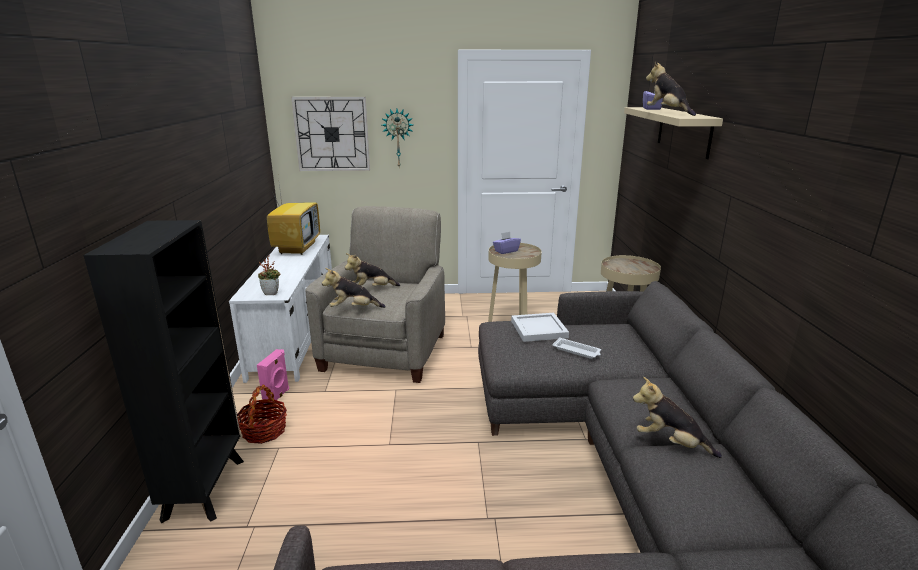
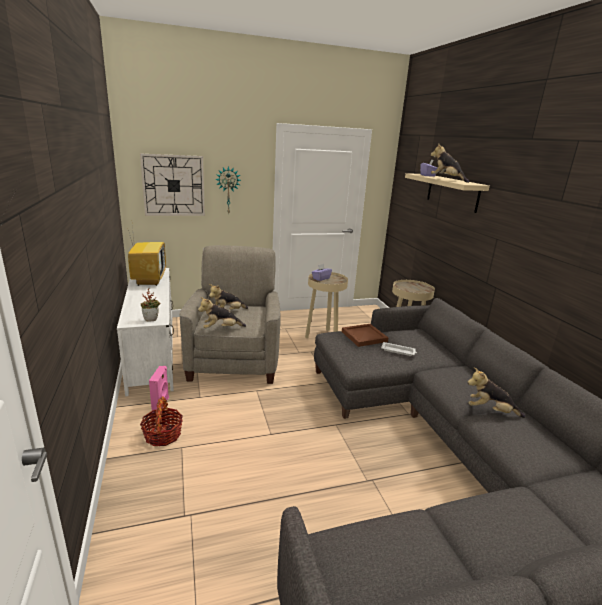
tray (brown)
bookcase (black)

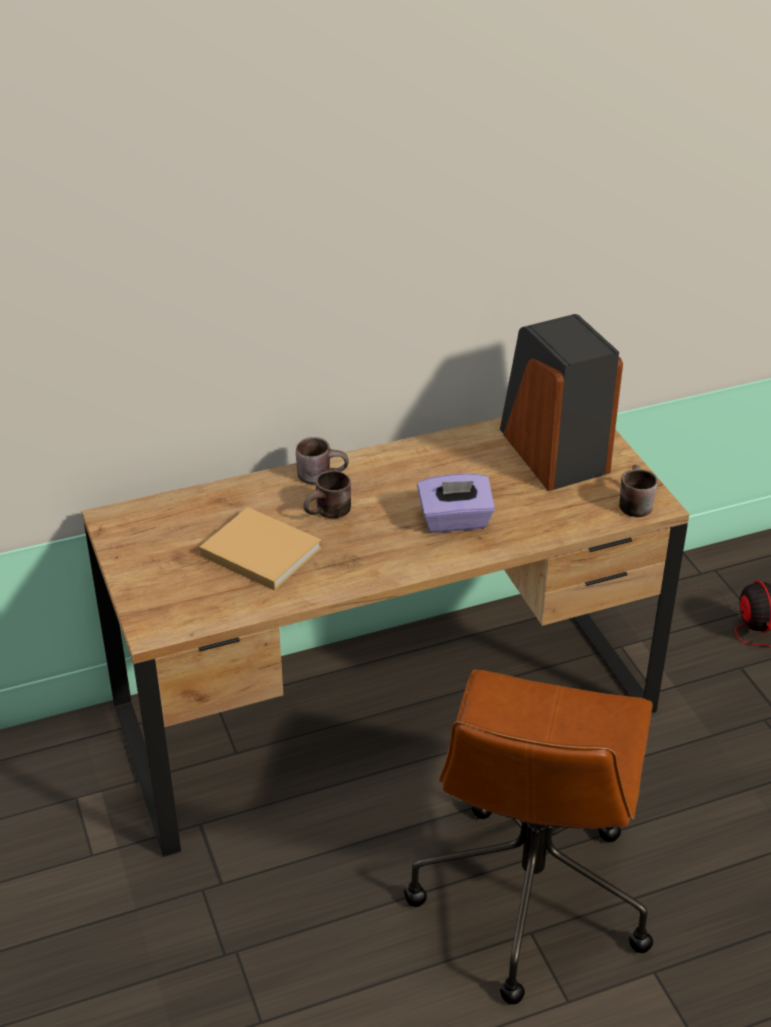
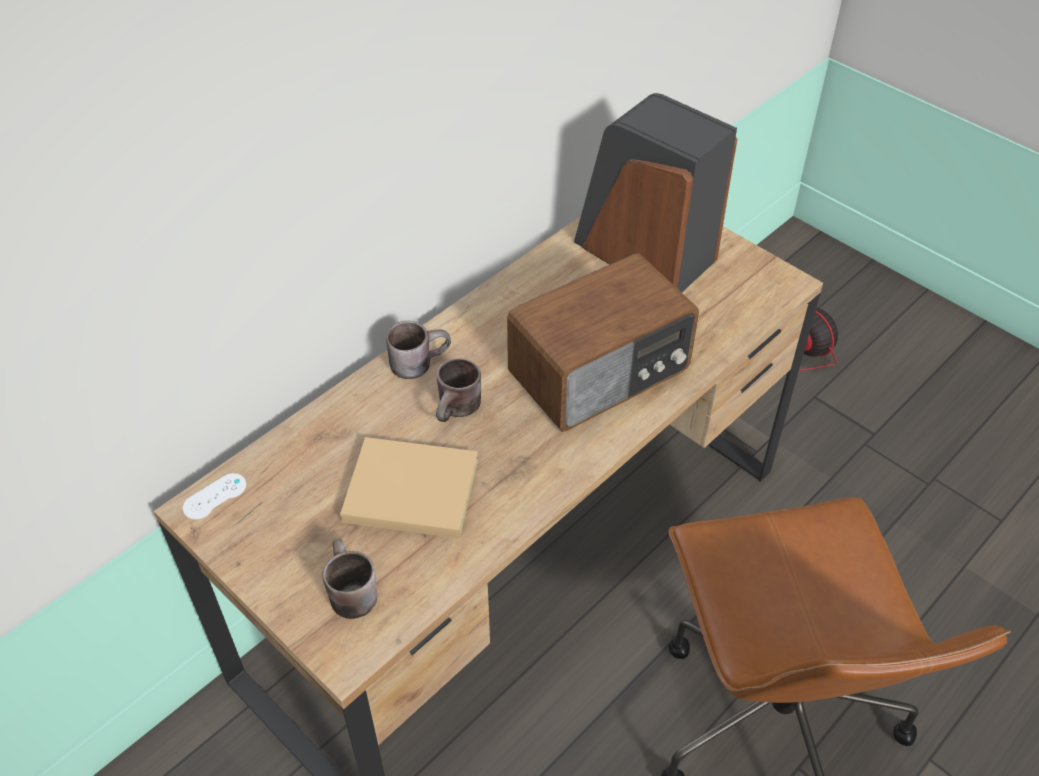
game controller (white)
mug (brown) (1st from left)
radio

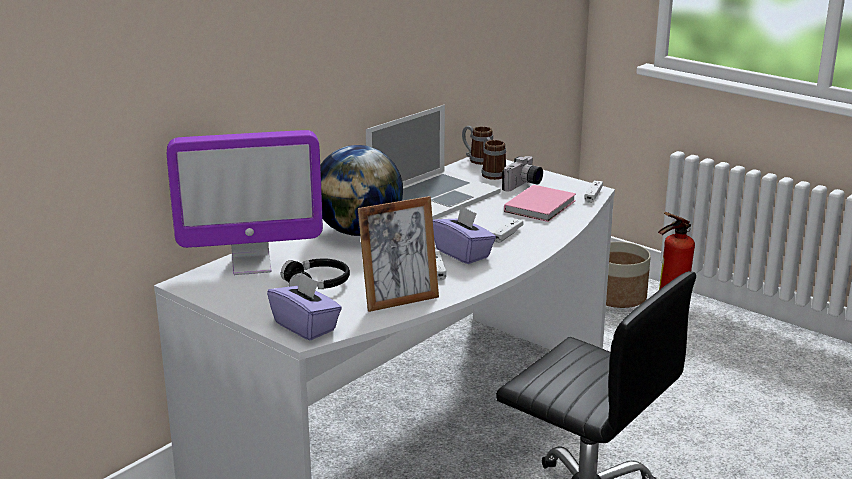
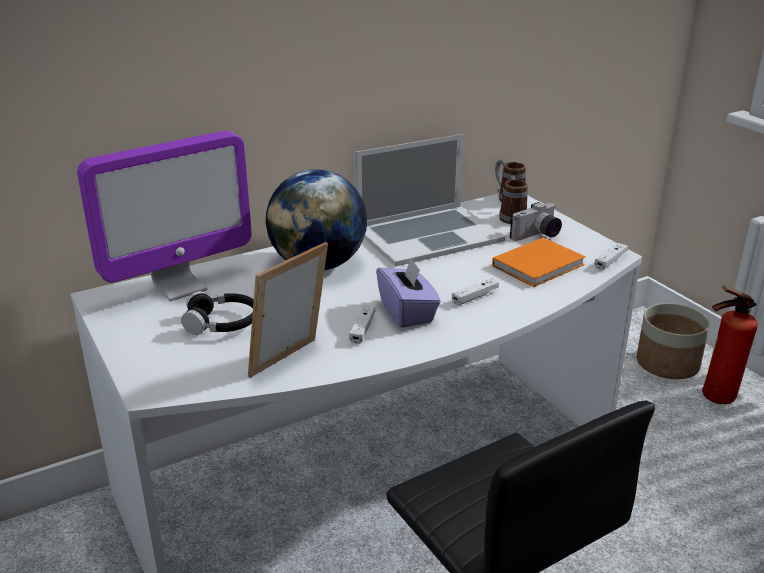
monitor
picture frame
book (orange)
tissue box (purple) (1st from left in the first image)

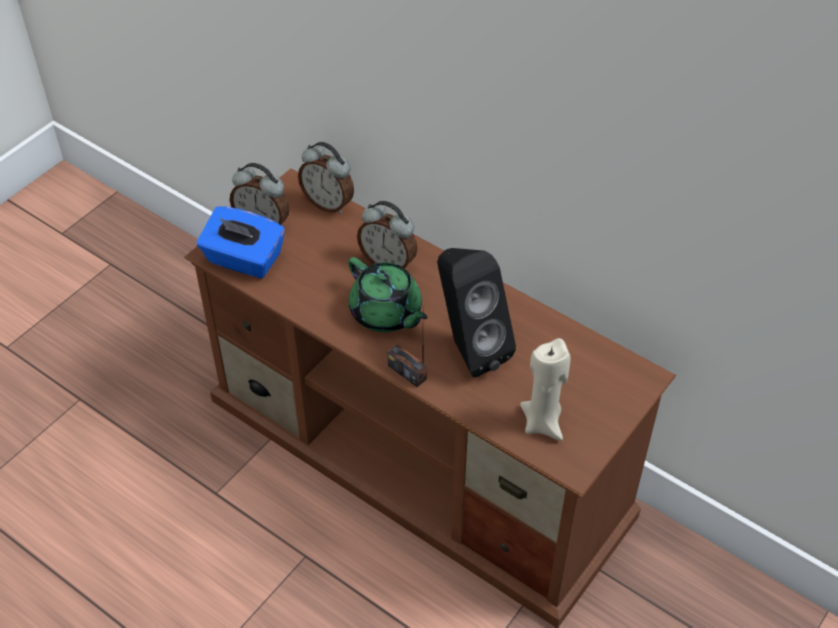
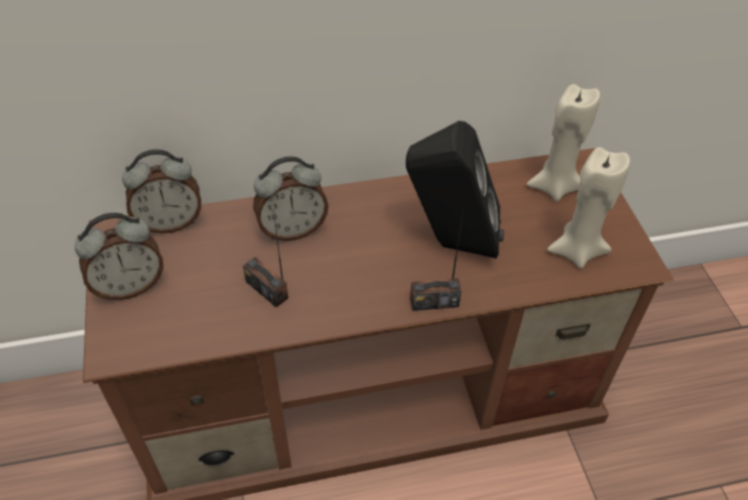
radio (1st from left)
candle (beige) (1st from left)
tissue box (blue)
teapot (green)

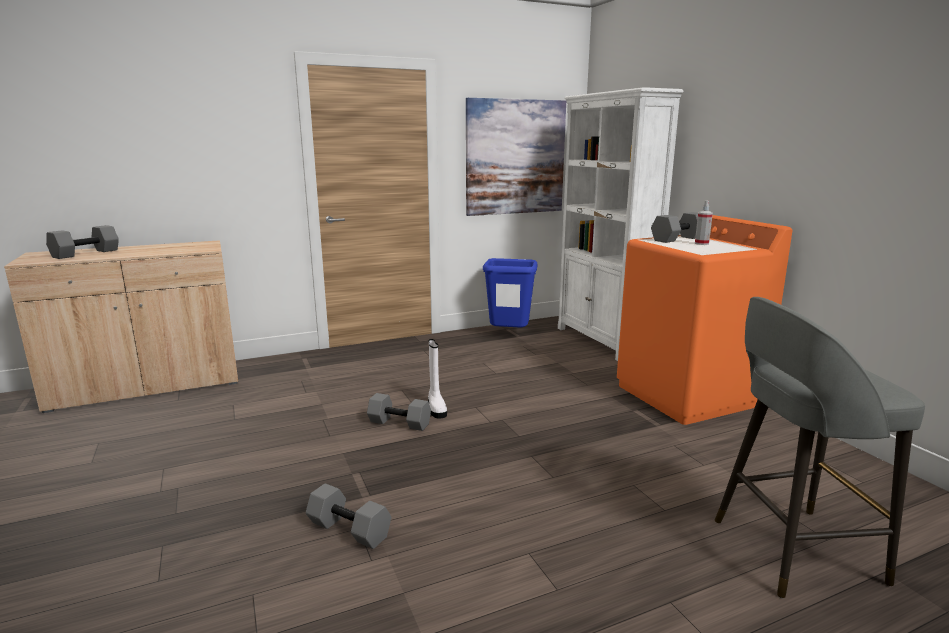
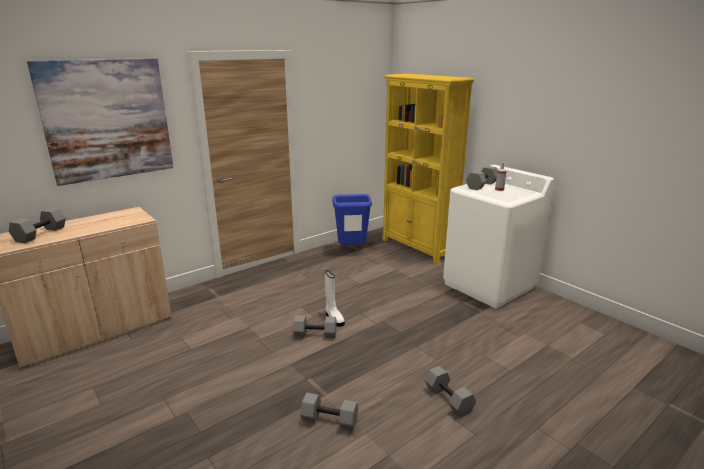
picture
bookcase (yellow)
dumbbell (grey) (4th from left)
washing machine (white)
stool (grey)

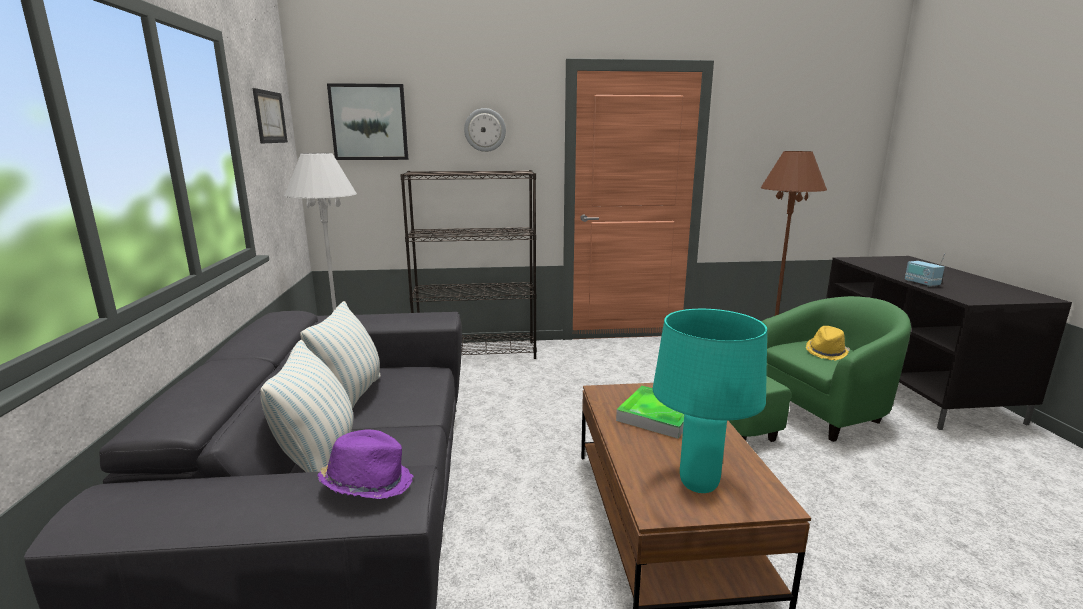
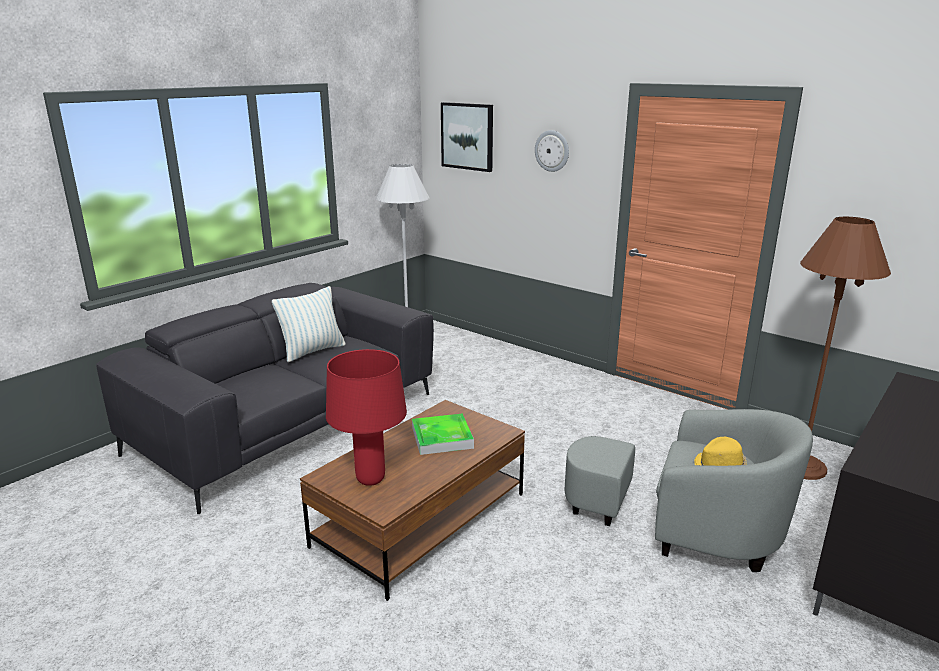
table lamp (red)
armchair (grey)
picture (1st from left in the first image)
pillow (1st from left in the first image)
hat (purple)
bookcase (black)
radio

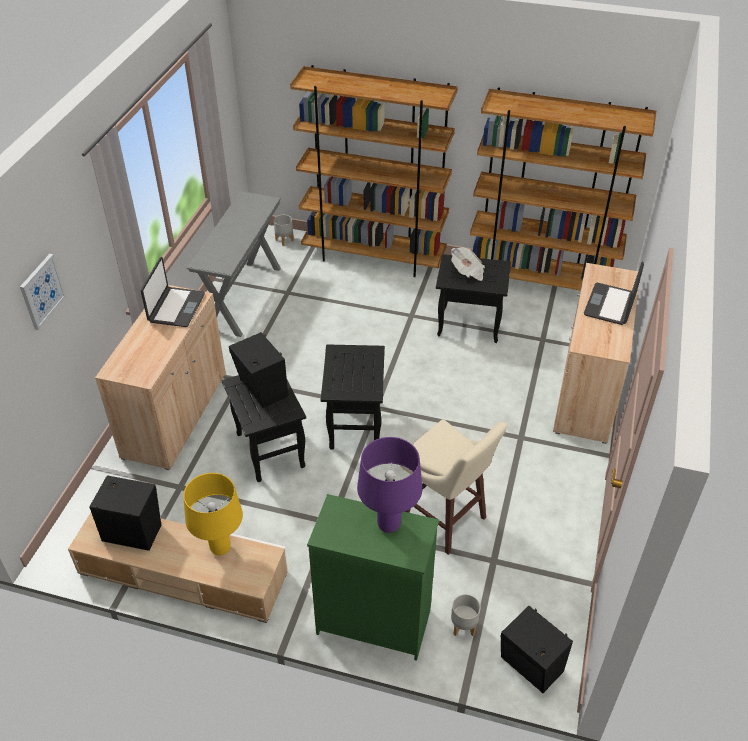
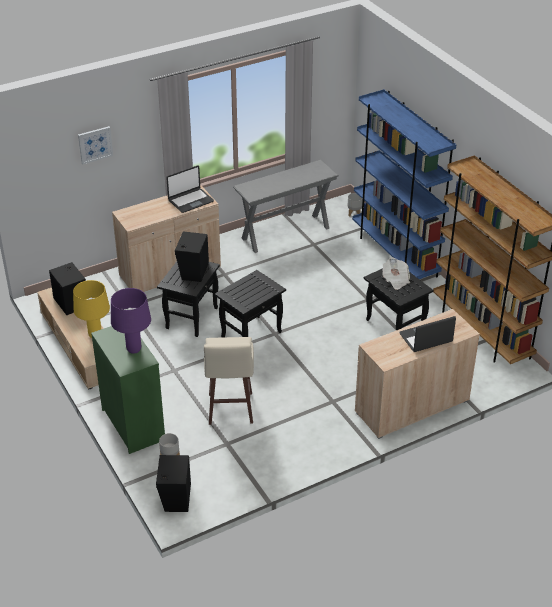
bookcase (blue)

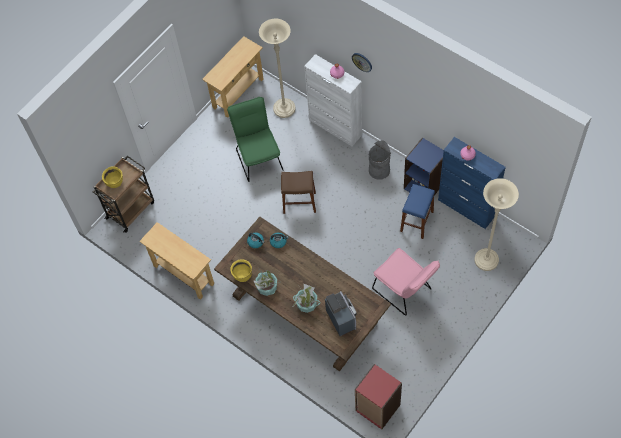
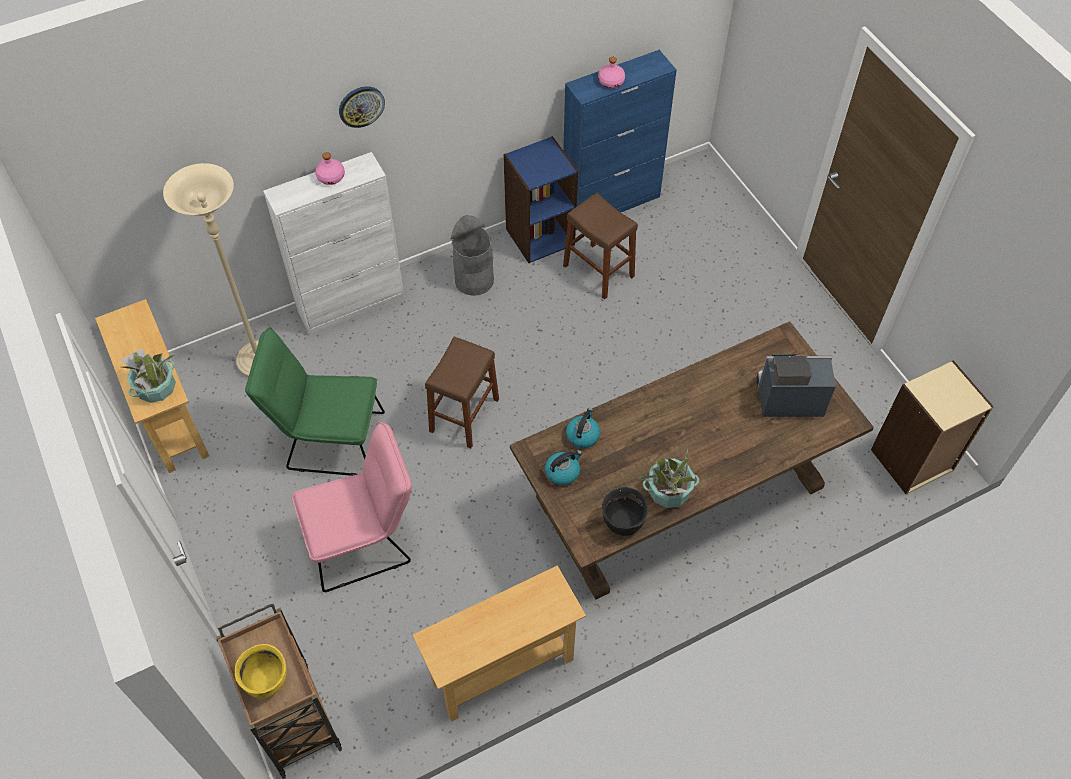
potted plant (1st from left)
chair (pink)
stool (brown) (2nd from left)
cooking pot (black)
bookcase (beige)
floor lamp (beige) (2nd from left in the first image)

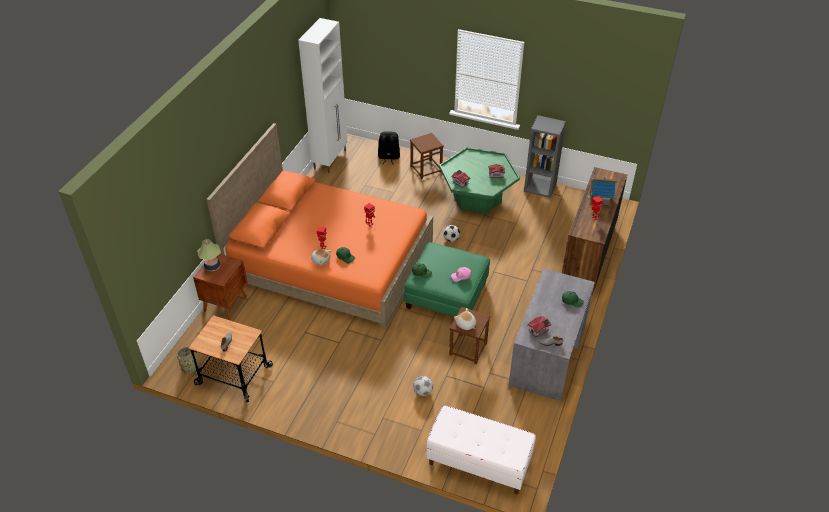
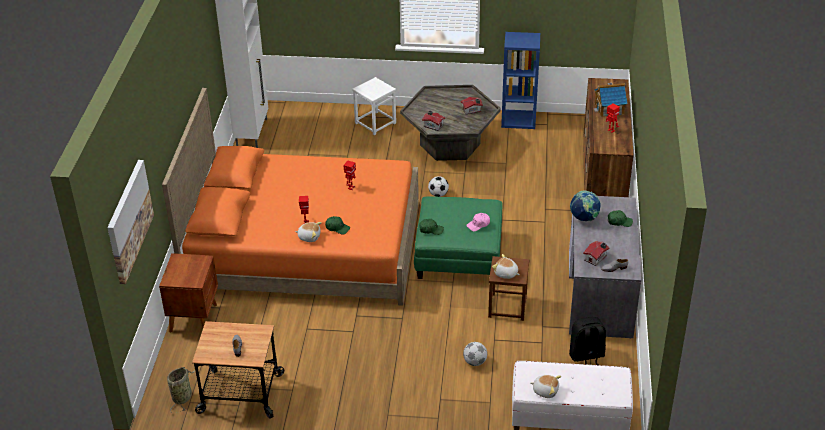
picture
stool (white)
coffee table (grey)
bookcase (blue)
plush toy (3rd from left)
backpack (black)
globe
table lamp

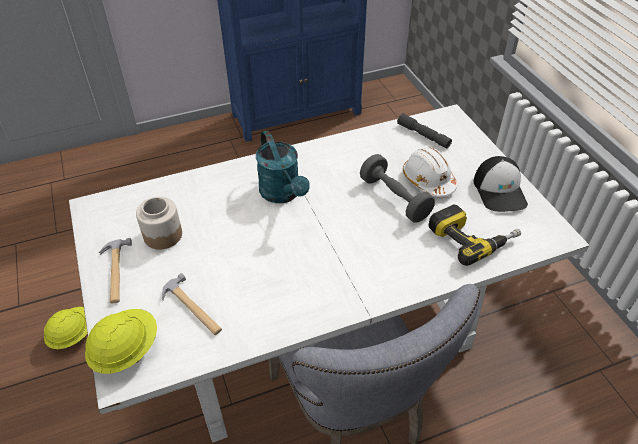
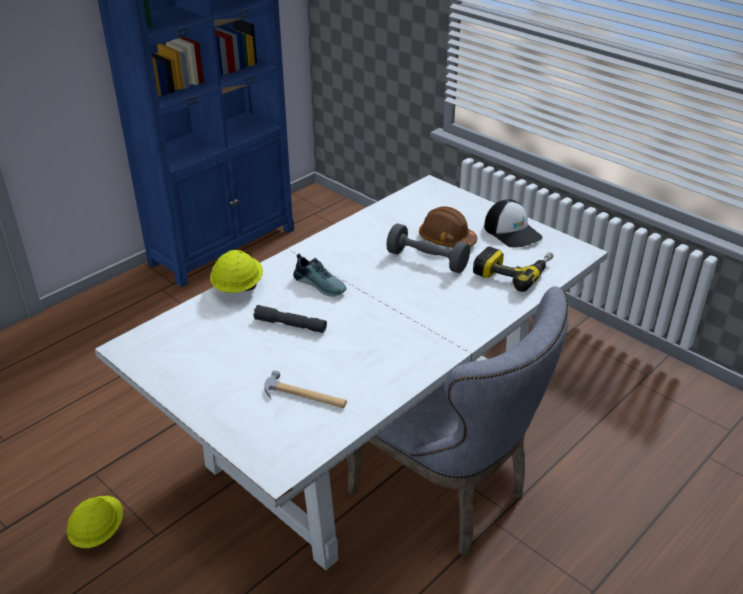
hard hat (yellow) (2nd from left)
flashlight (grey)
shoe
hard hat (brown)
hammer (1st from left in the first image)
jar

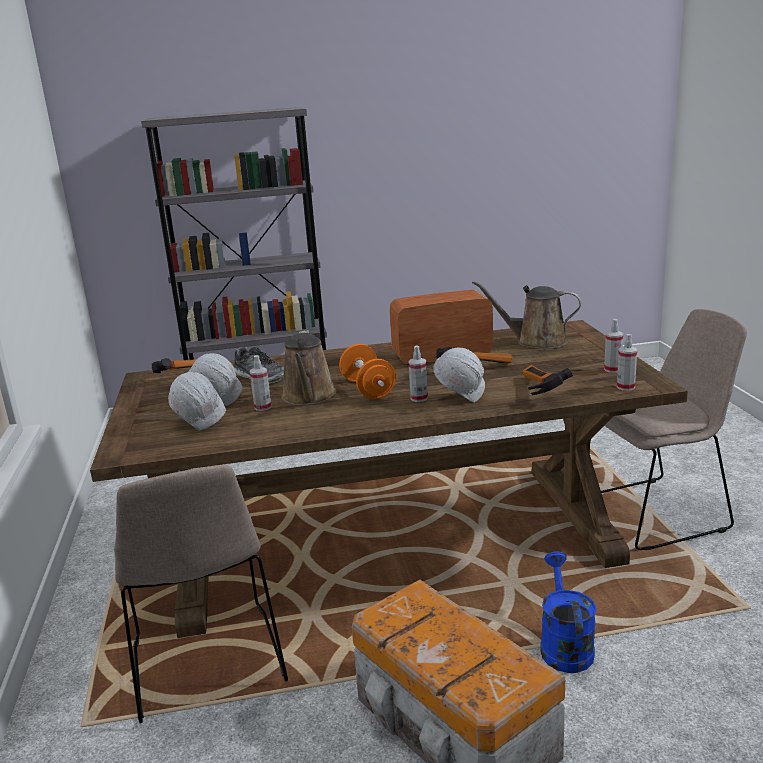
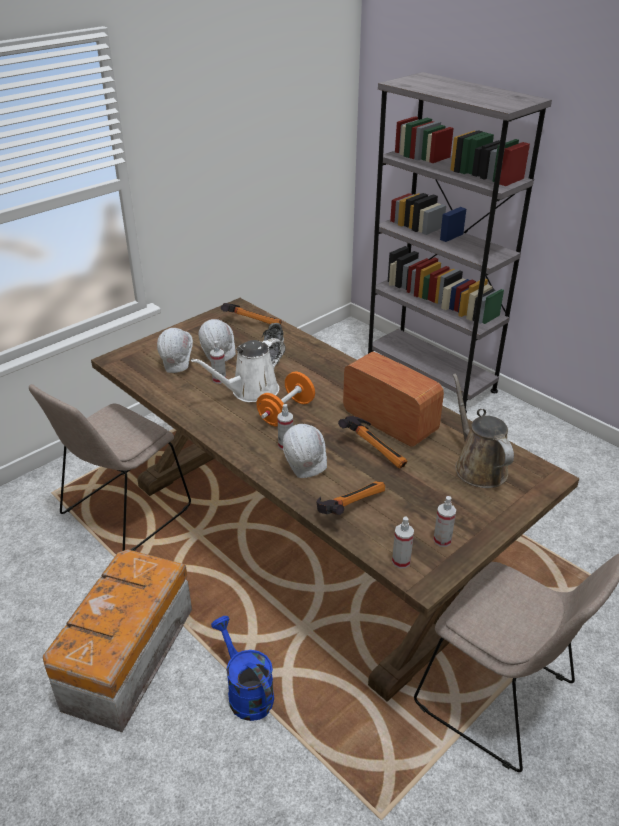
watering can (white)
watering can (blue)

